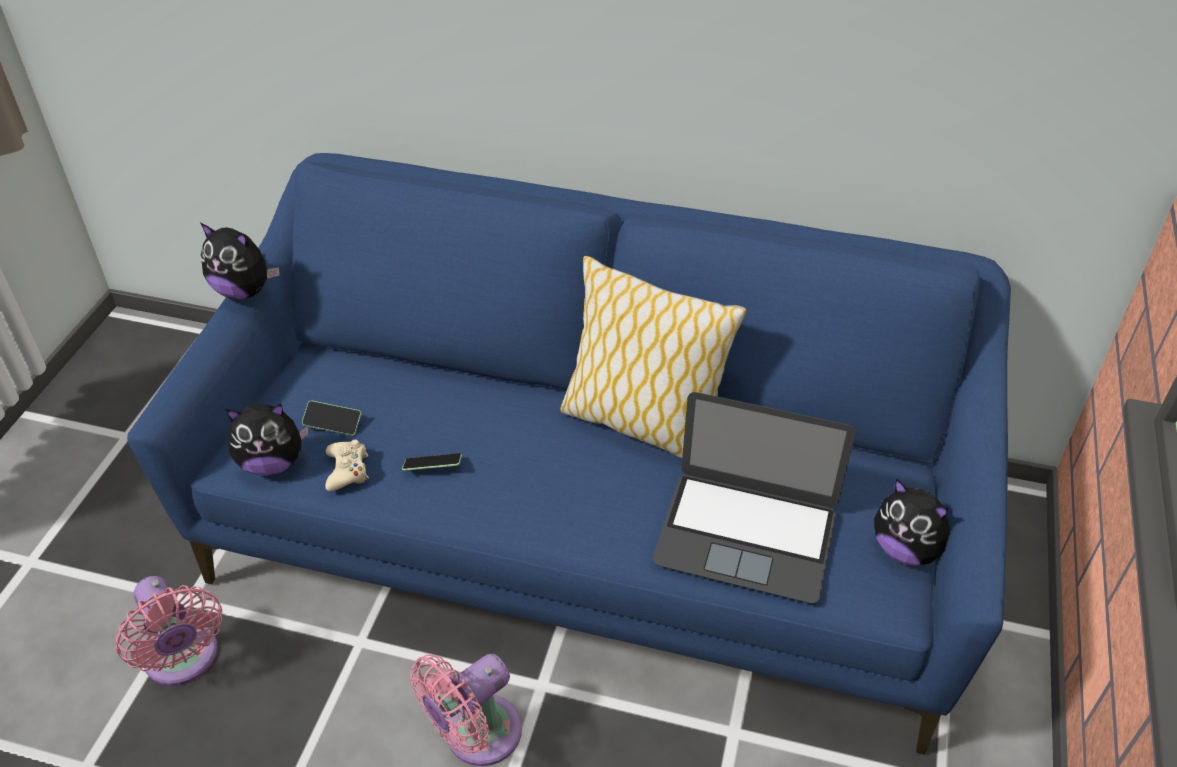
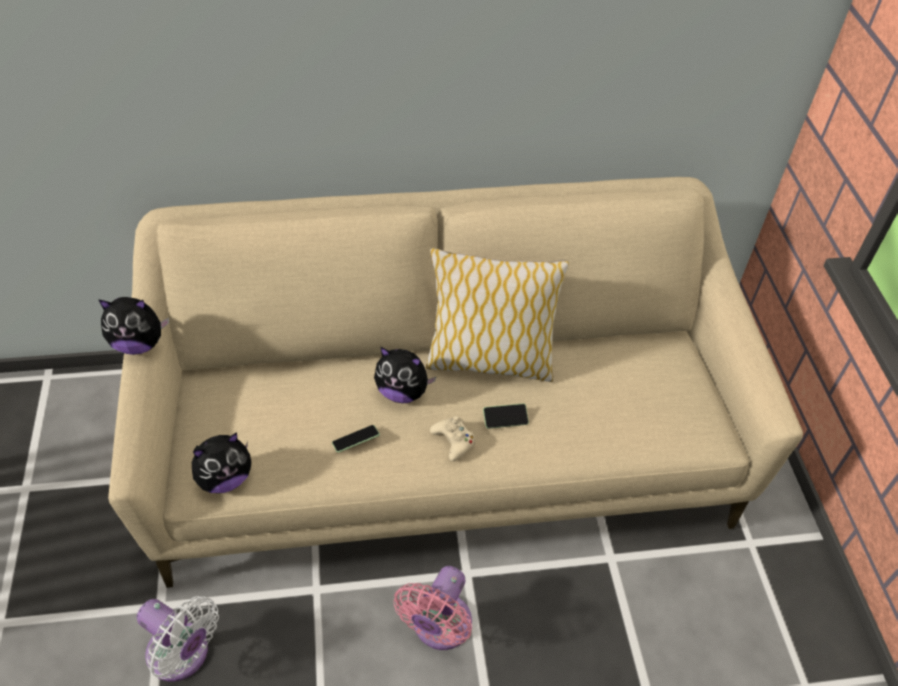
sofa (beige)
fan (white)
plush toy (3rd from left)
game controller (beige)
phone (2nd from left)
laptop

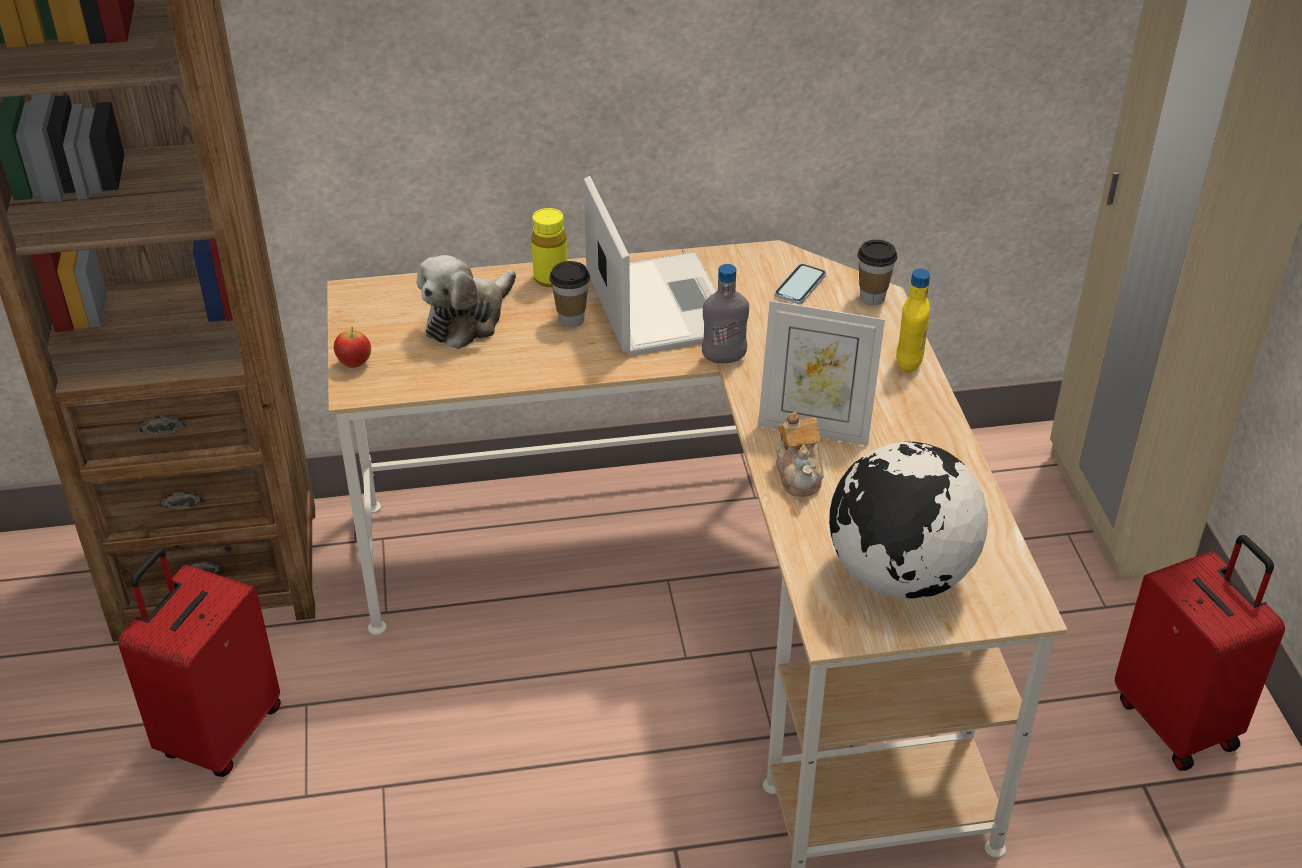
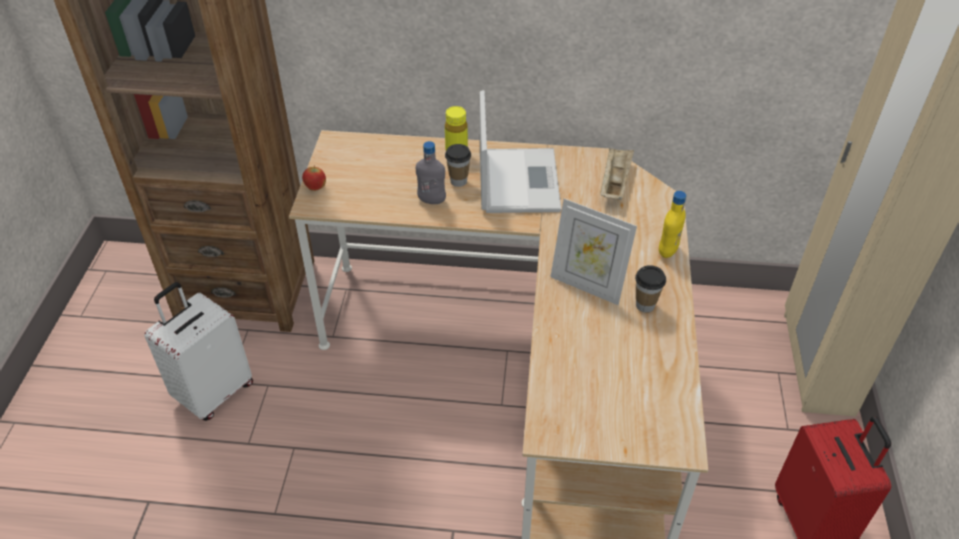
suitcase (white)
bottle (grey)
tray (beige)
cup (2nd from left)
plush toy
teapot
globe

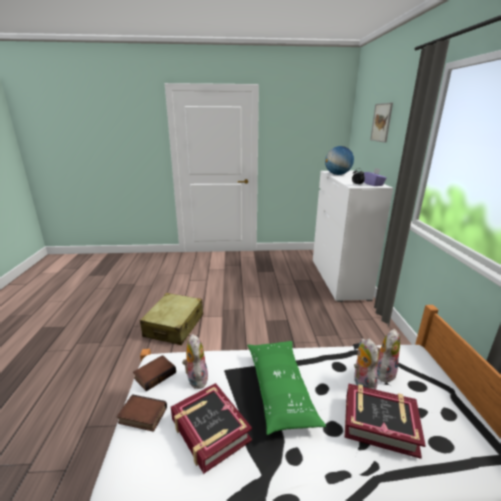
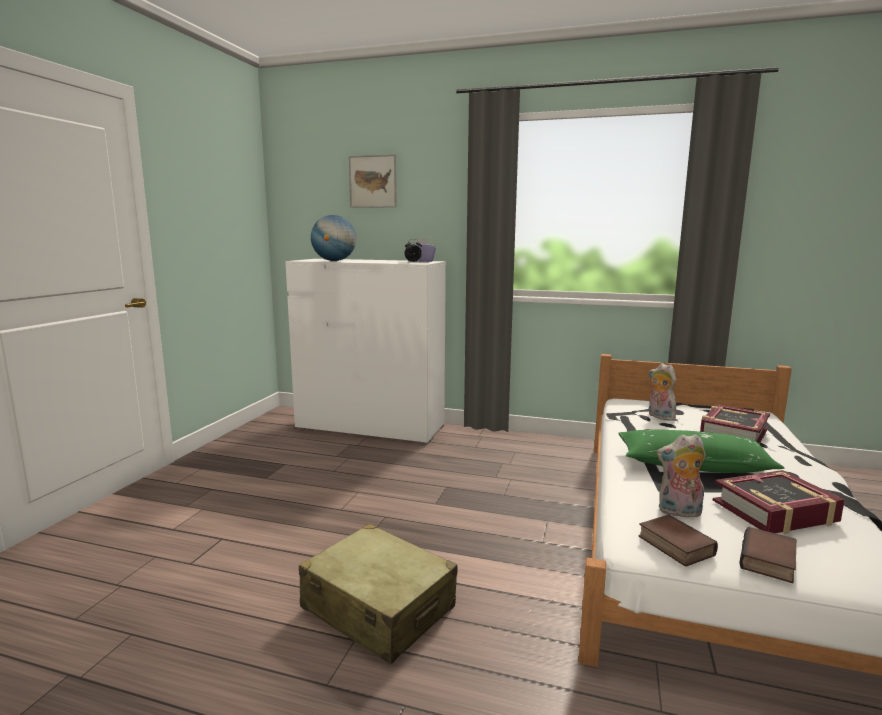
plush toy (2nd from left in the first image)

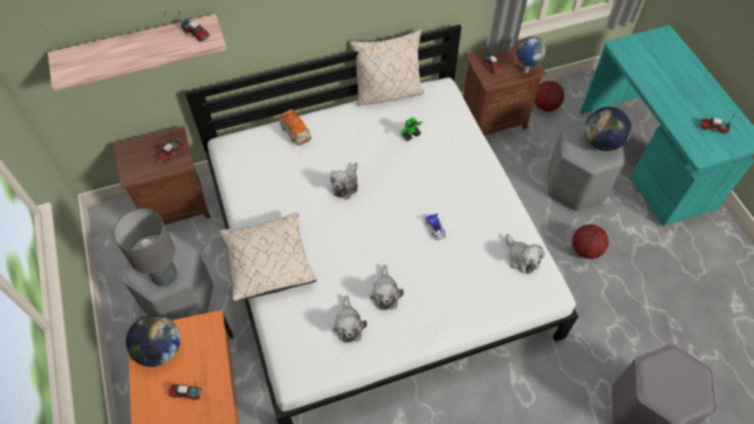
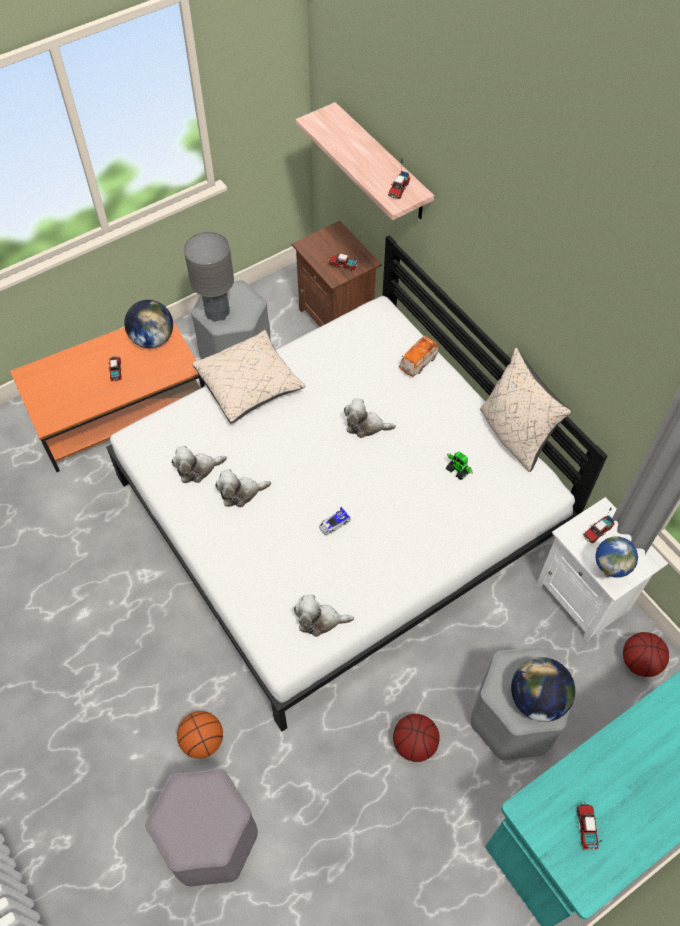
basketball (1st from left)
plush toy (3rd from left)
nightstand (white)

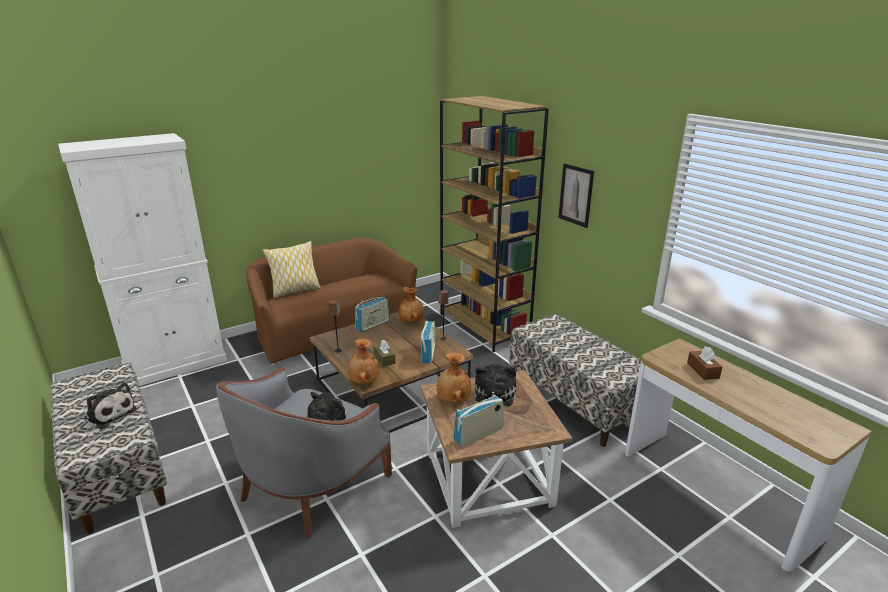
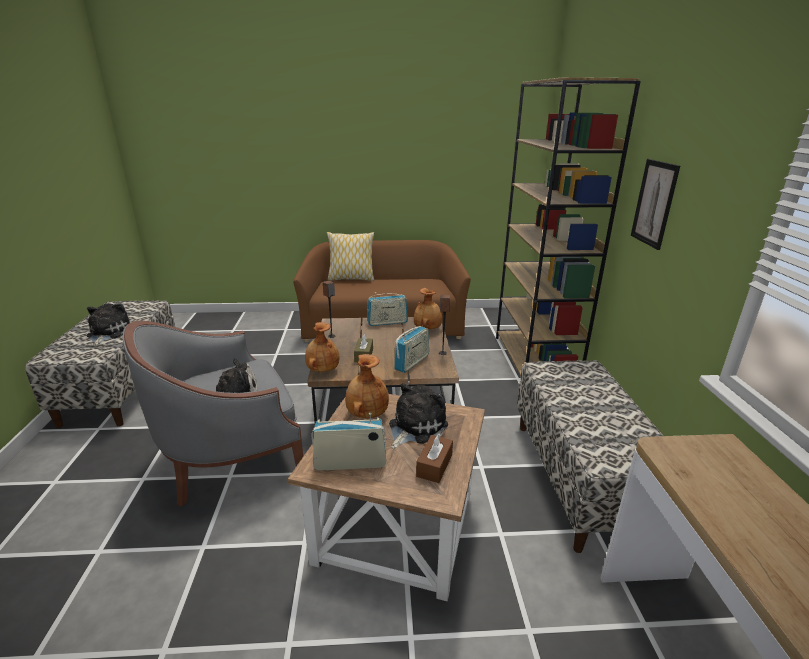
plush toy (1st from left)
tissue box (brown) (2nd from left)
cabinet (white)

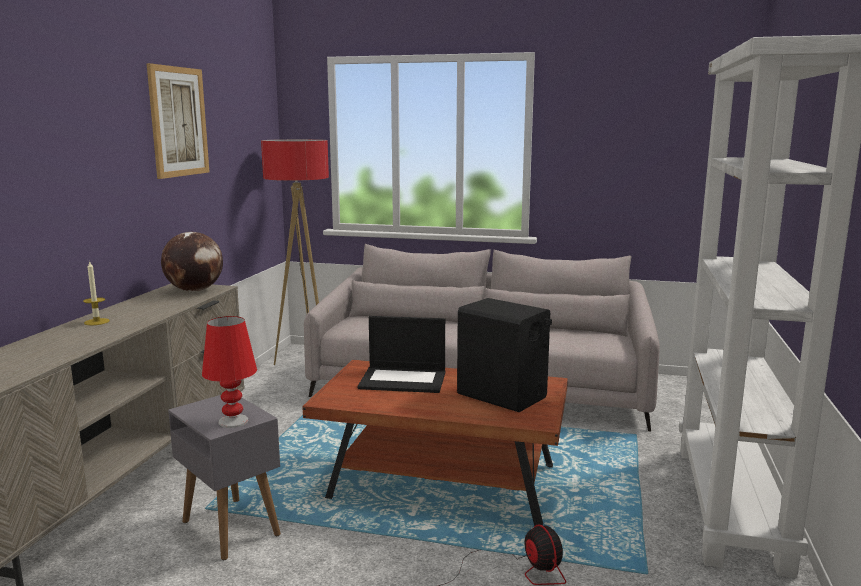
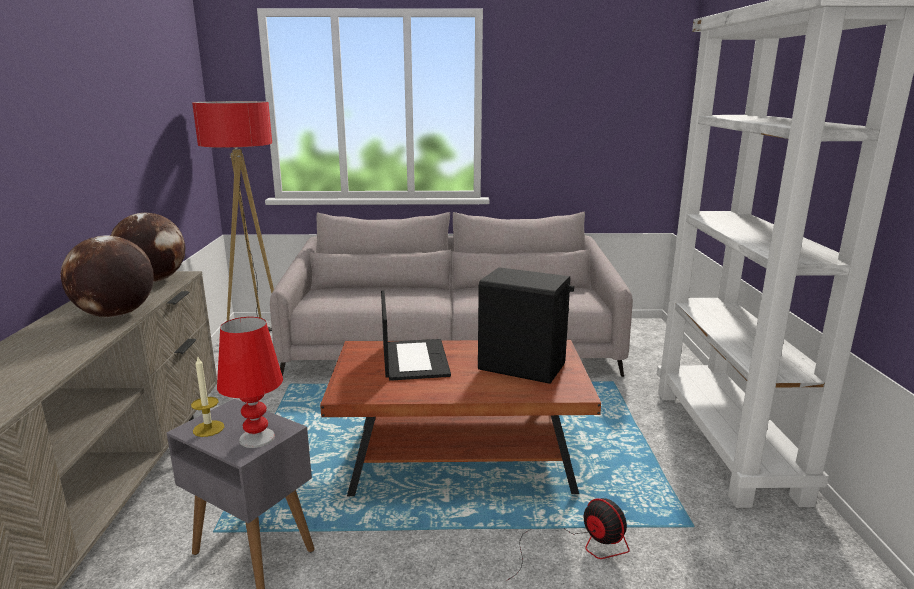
globe (1st from left)
candle
laptop
picture

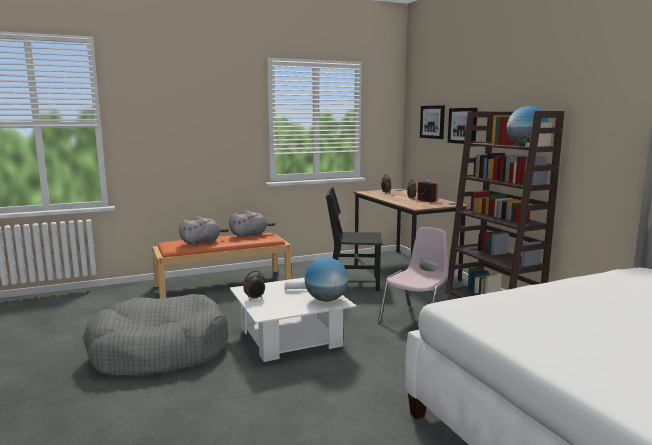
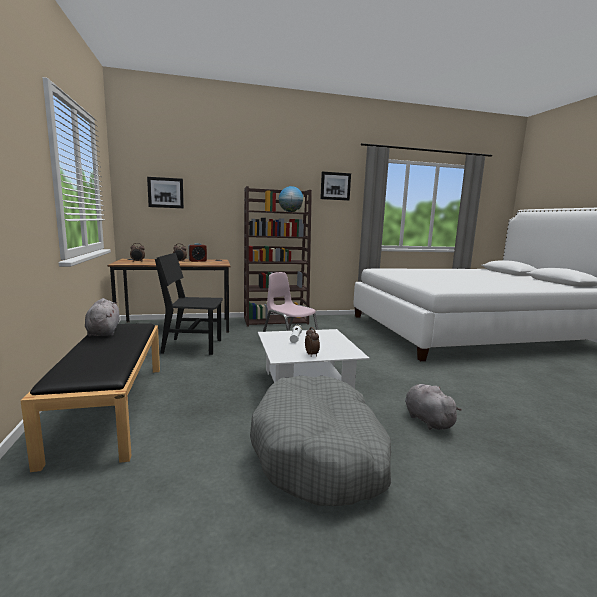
bench (black)
chair (black)
picture (2nd from left)
plush toy (grey) (2nd from left)
globe (1st from left in the first image)

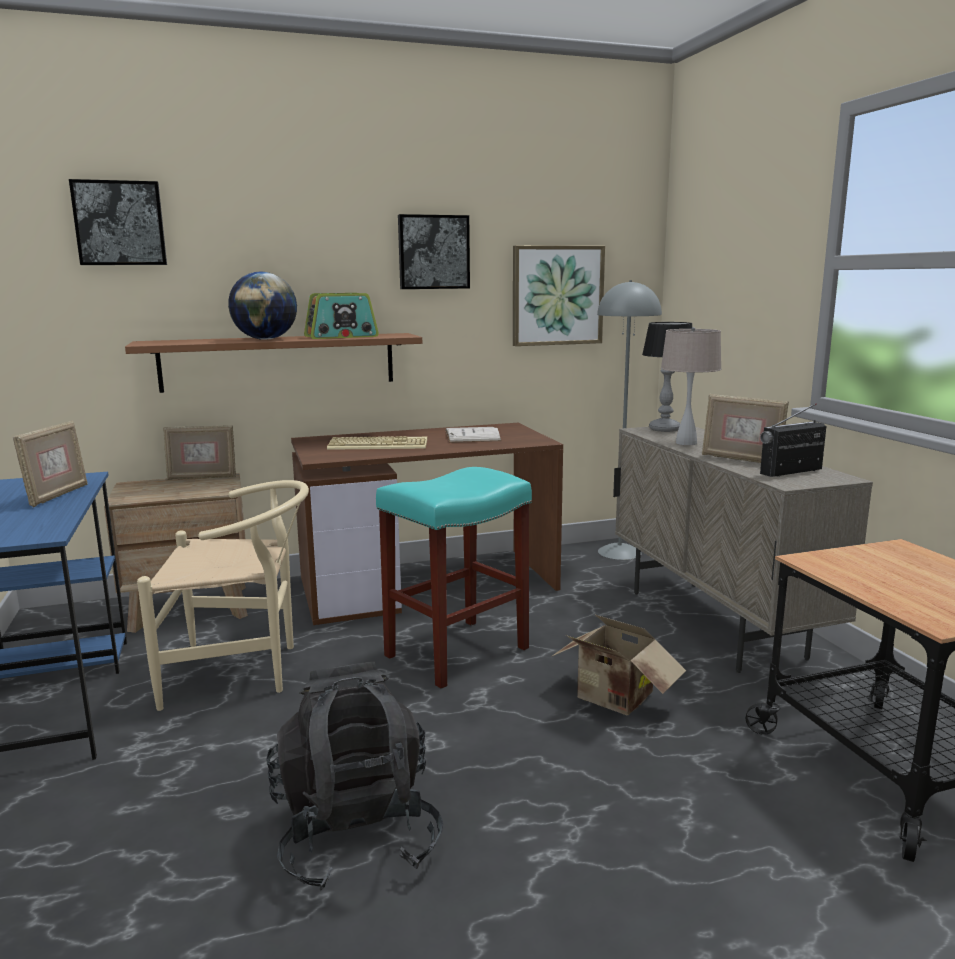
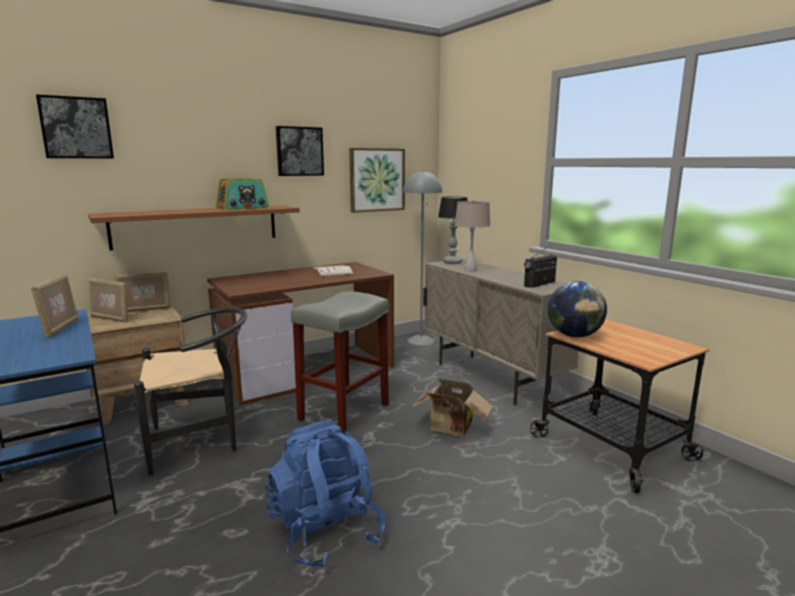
picture frame (2nd from left)
chair (black)
backpack (blue)
stool (grey)
globe
keyboard

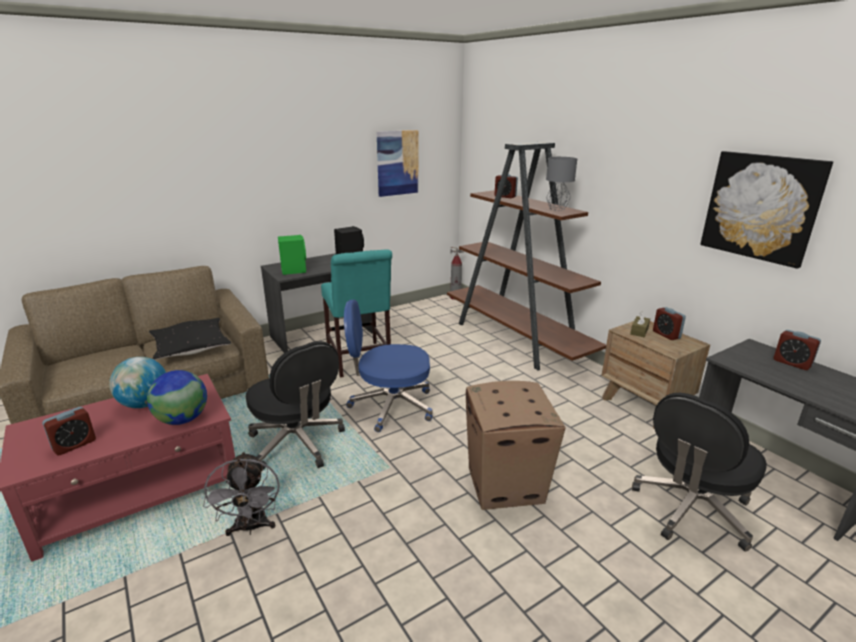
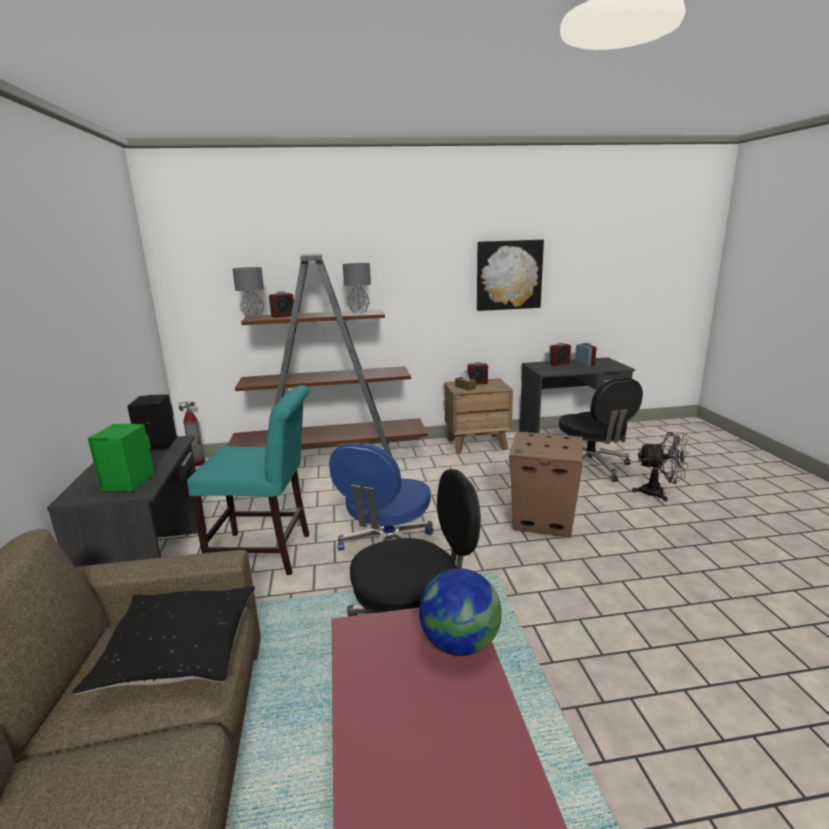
table lamp (grey) (1st from left)
alarm clock (4th from left)
fan (grey)
globe (1st from left in the first image)
picture (1st from left in the first image)

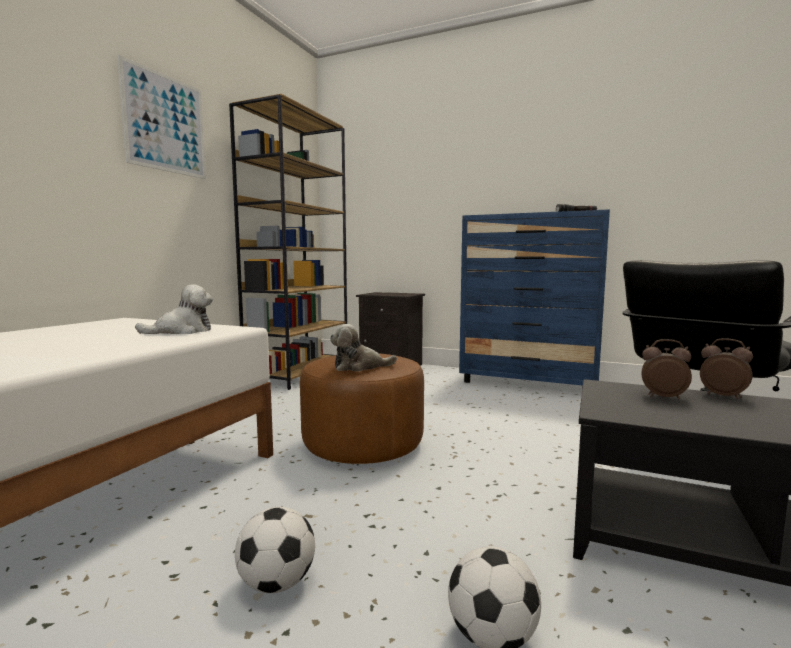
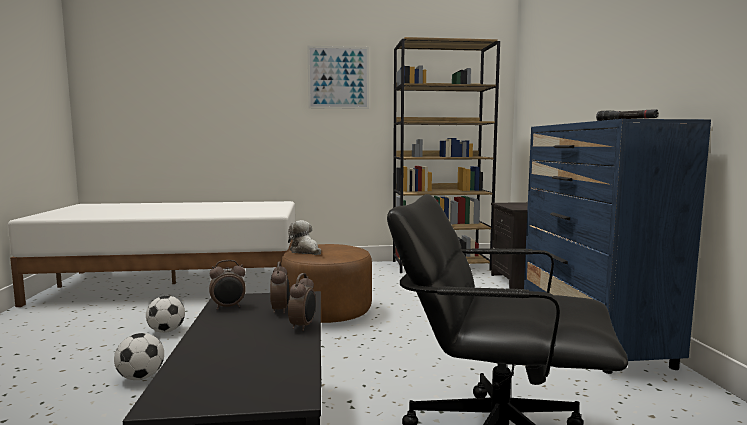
alarm clock (1st from left)
plush toy (1st from left in the first image)

